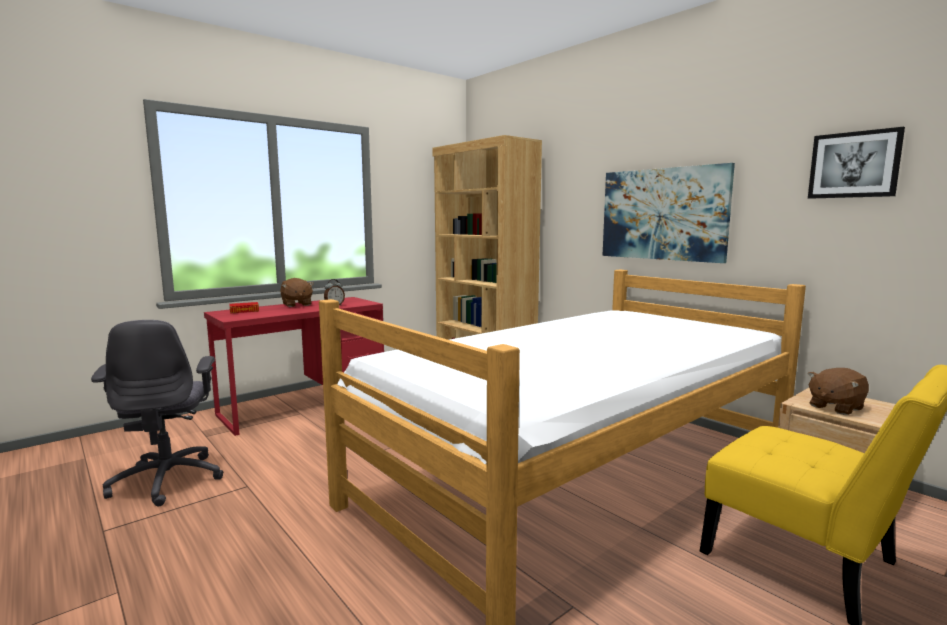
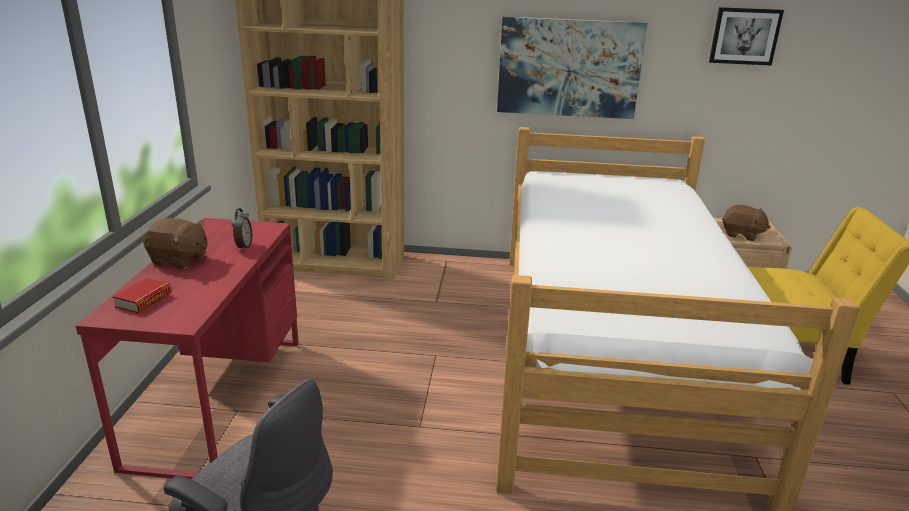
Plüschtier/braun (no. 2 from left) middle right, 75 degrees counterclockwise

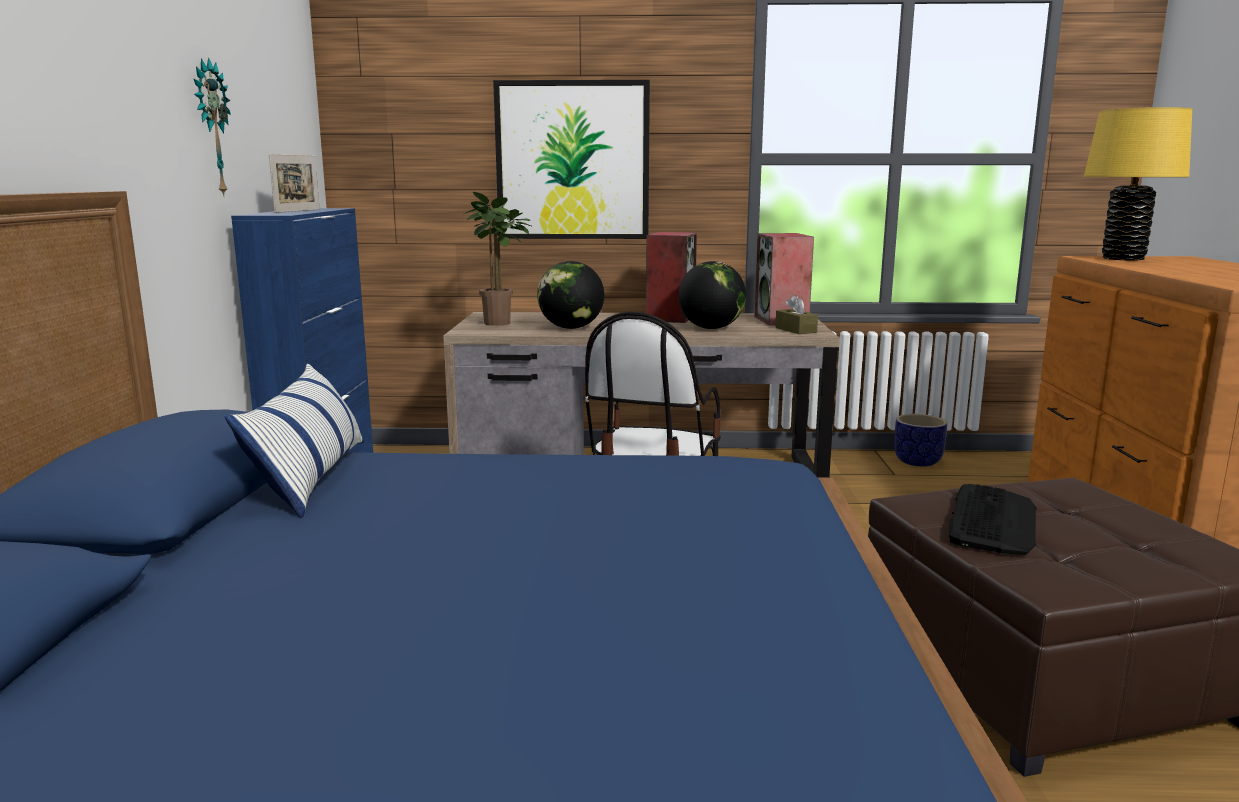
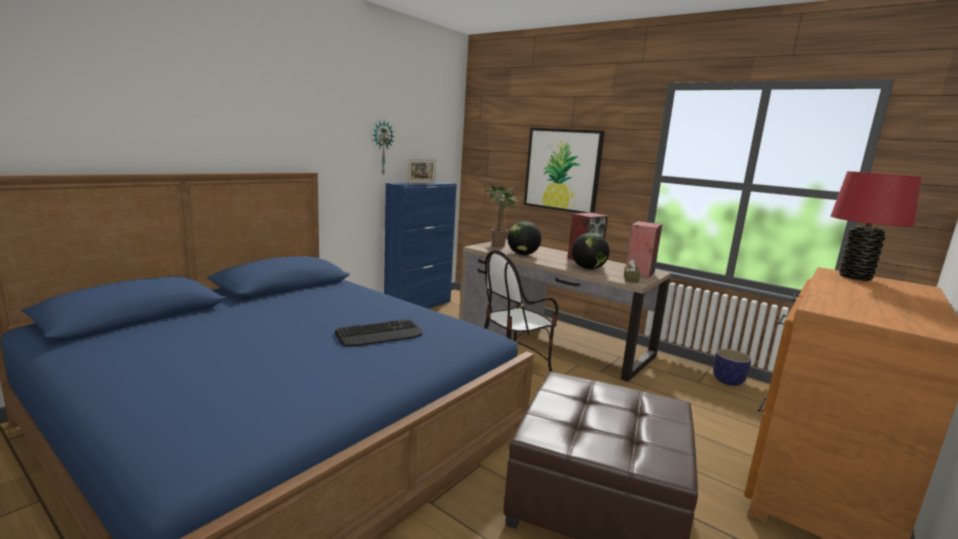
Tischlampe/gelb top right => Tischlampe/rot middle right
Kissen middle left => nothing
Tastatur middle right => Tastatur centre, shifted

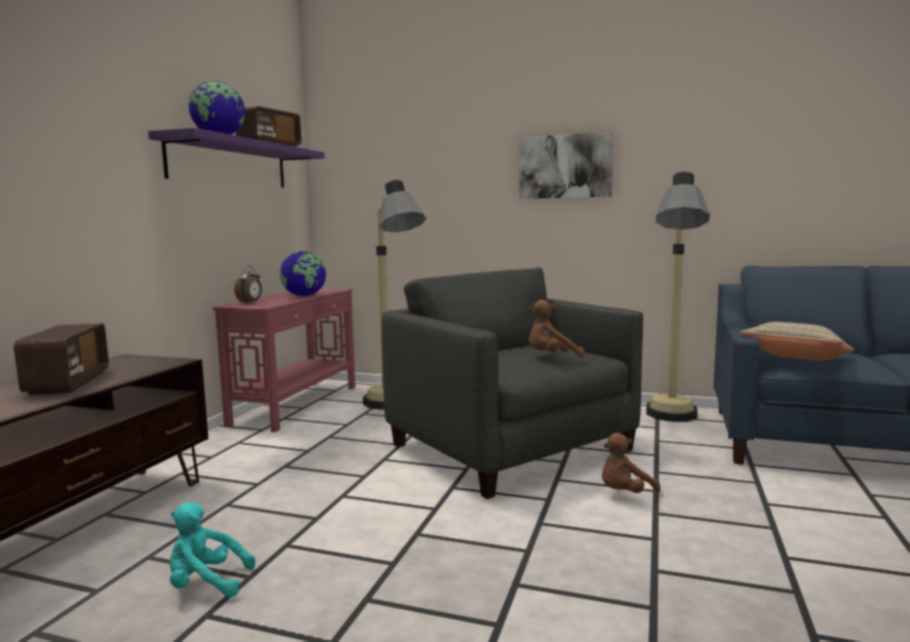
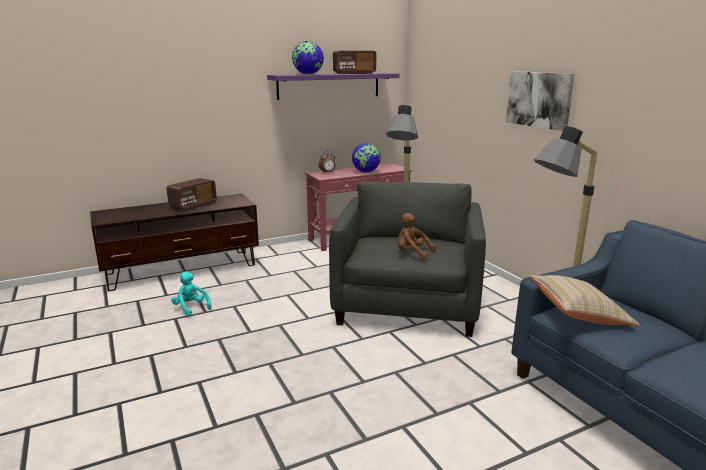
Plüschtier/braun (no. 2 from left) bottom right => nothing

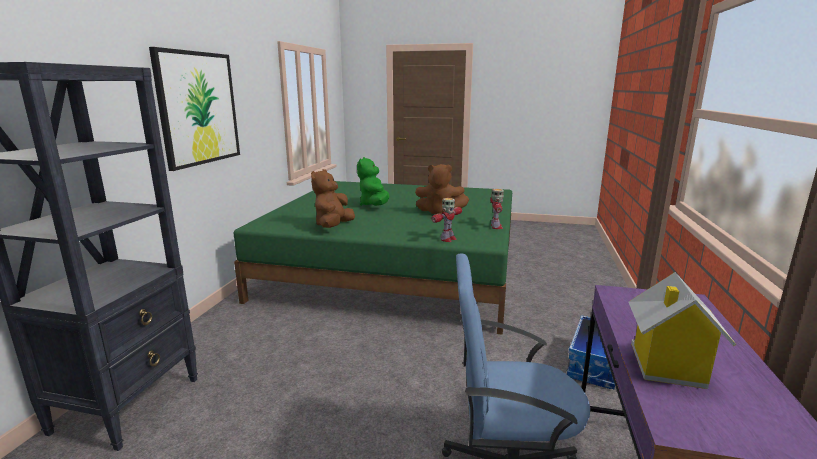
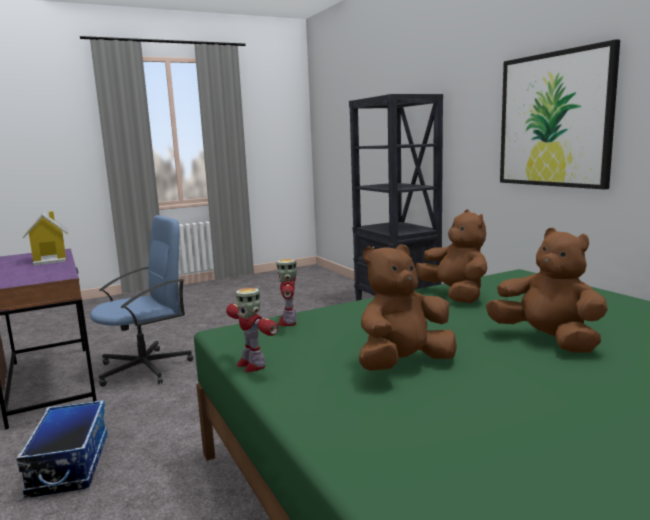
Plüschtier/grün centre => Plüschtier/braun (no. 3 from left) middle right

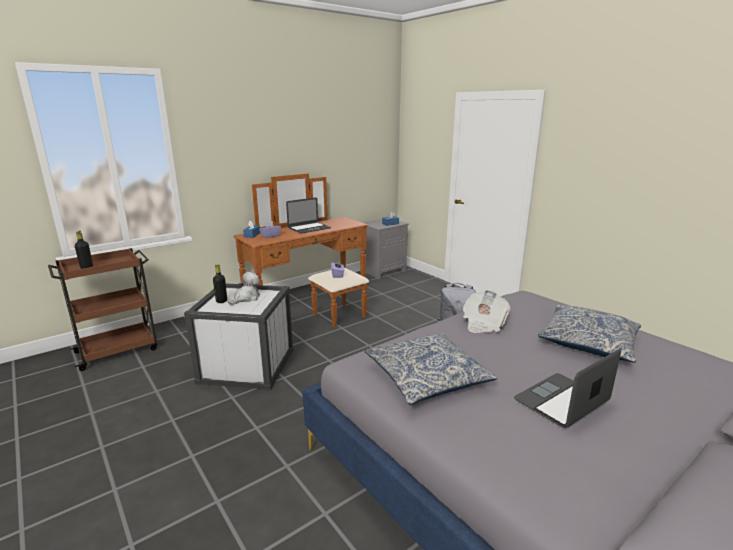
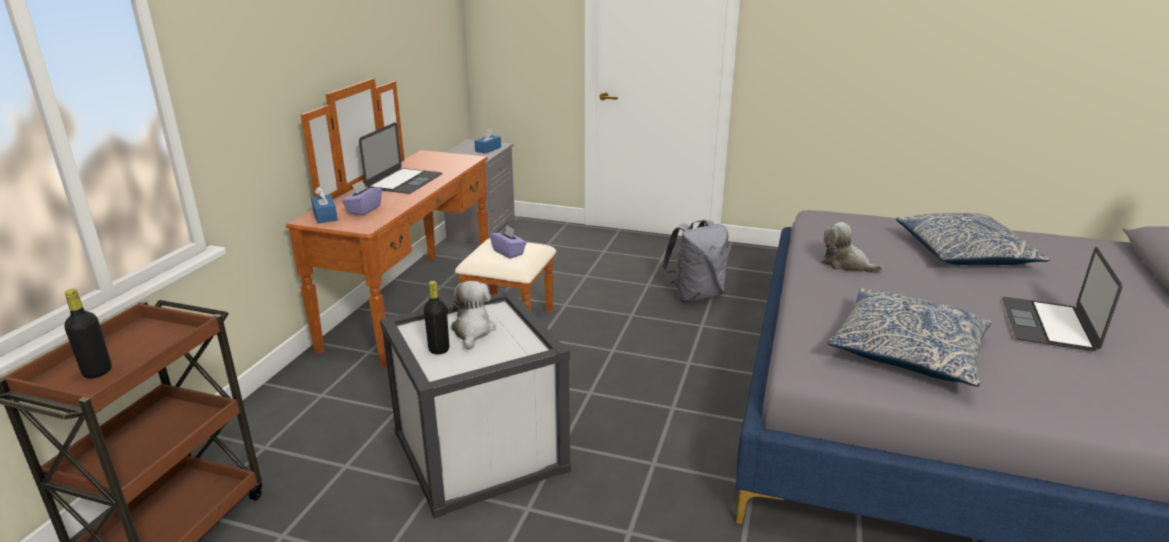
Zeitung centre => Plüschtier (no. 2 from left) middle right

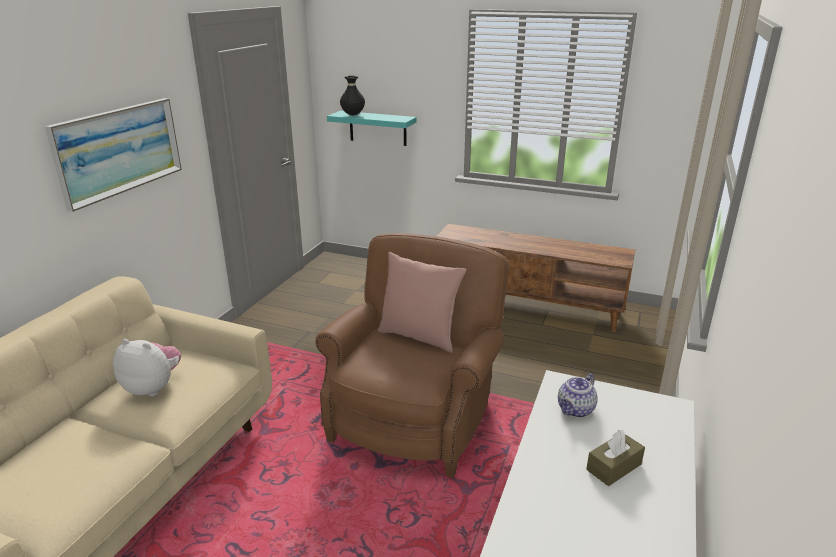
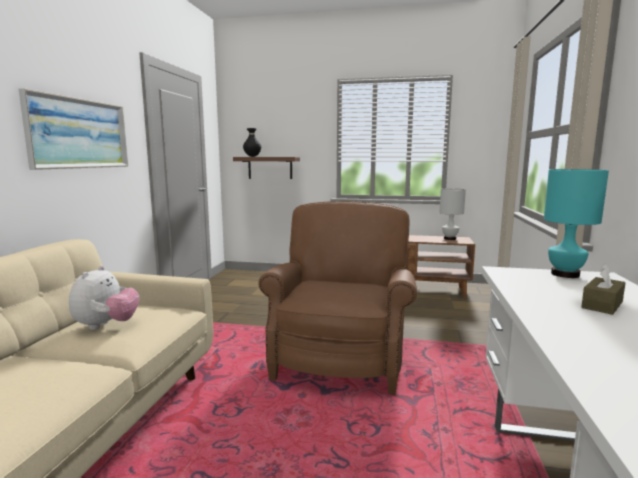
Wandregal/türkis top centre => Wandregal/braun centre
Kissen/rosa centre => nothing
Plüschtier middle left, 90 degrees clockwise
Teekanne bottom right => nothing
nothing => Tischlampe/türkis middle right
nothing => Tischlampe/weiß middle right

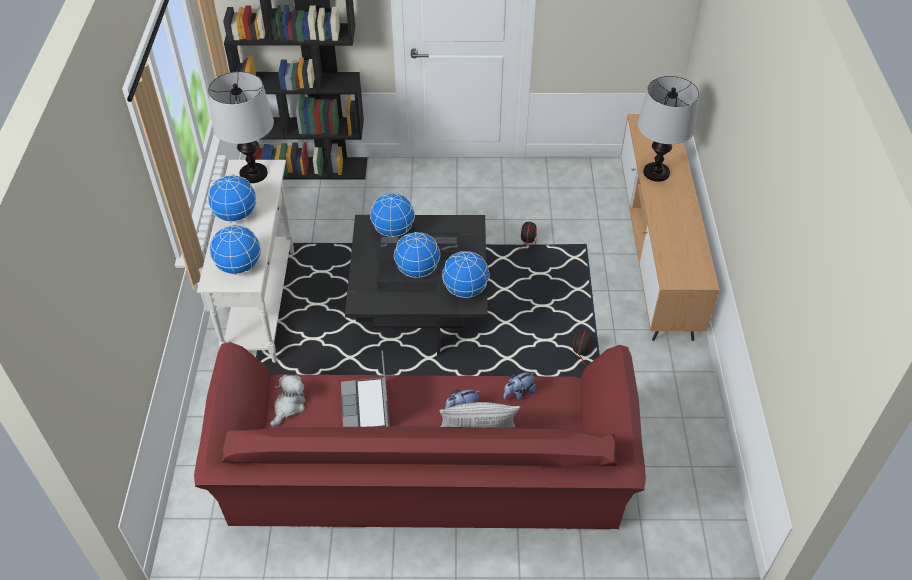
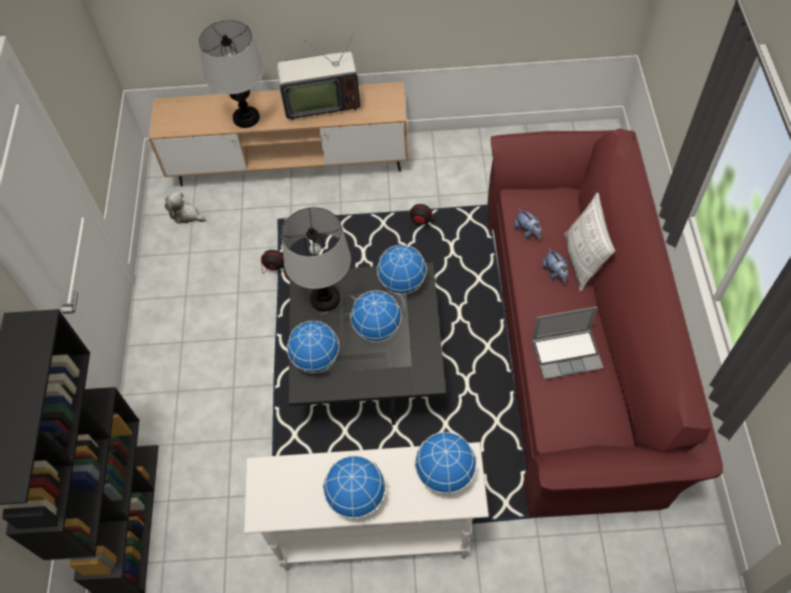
Tischlampe (no. 1 from left in the first image) top left => Tischlampe (no. 2 from left) centre, shifted
Plüschtier (no. 1 from left) bottom left => Plüschtier (no. 1 from left) middle left, shifted
nothing => Fernseher top centre

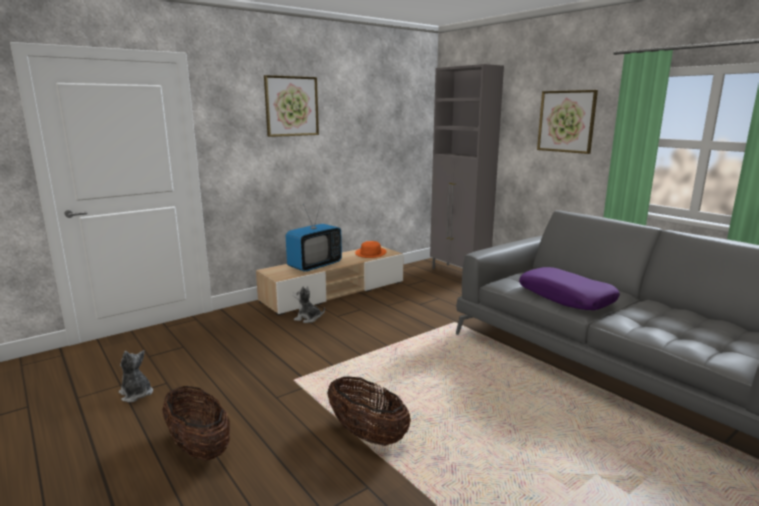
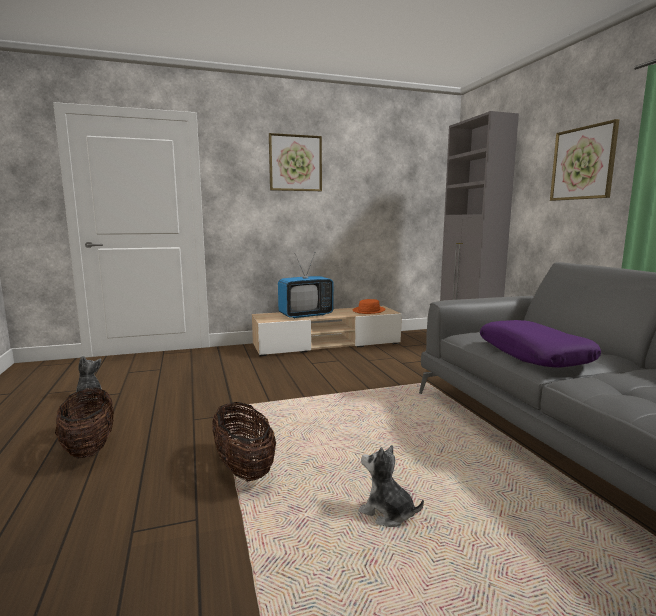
Plüschtier (no. 2 from left) centre => Plüschtier (no. 2 from left) bottom centre, shifted

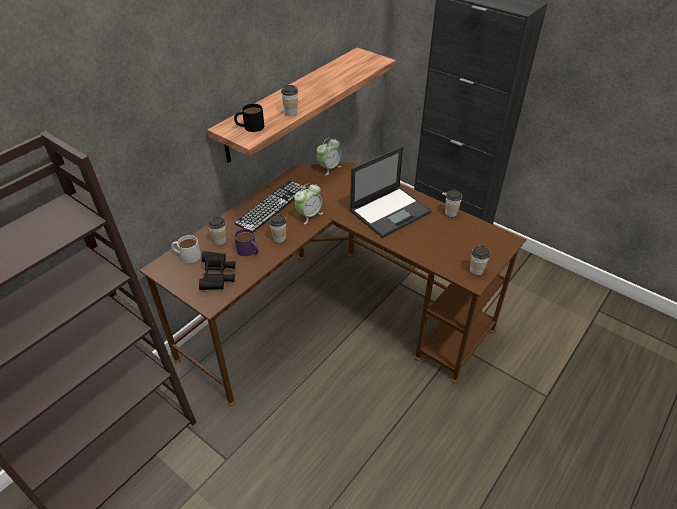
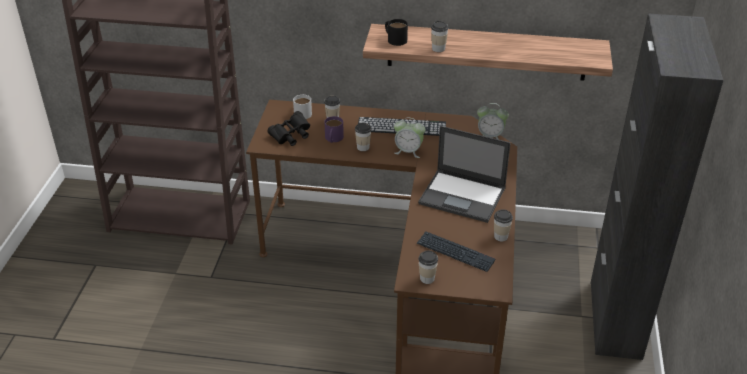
nothing => Tastatur (no. 2 from left) bottom centre

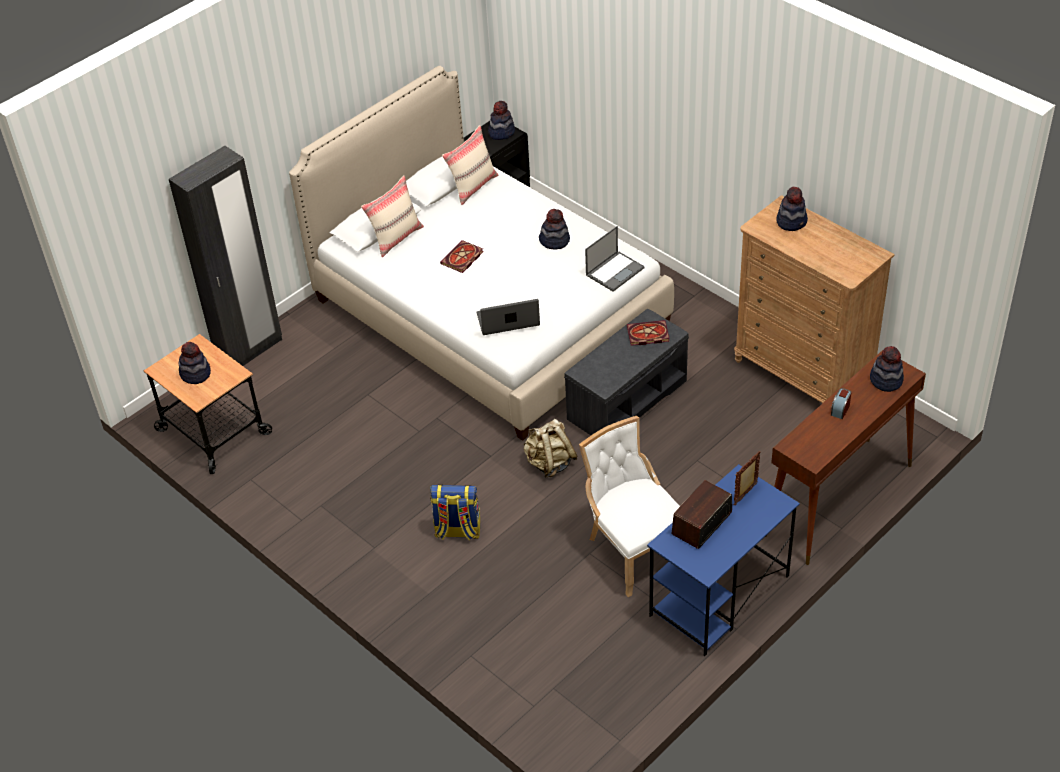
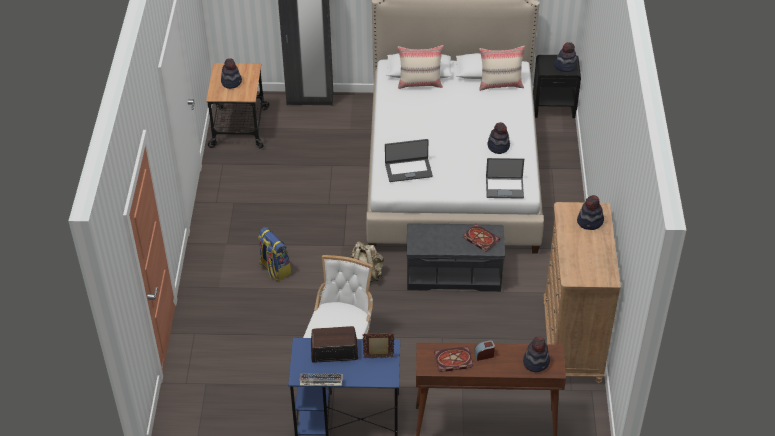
Buch (no. 1 from left) top centre => Buch (no. 1 from left) bottom centre, shifted
Laptop (no. 1 from left) centre, 135 degrees clockwise
nothing => Tastatur bottom centre

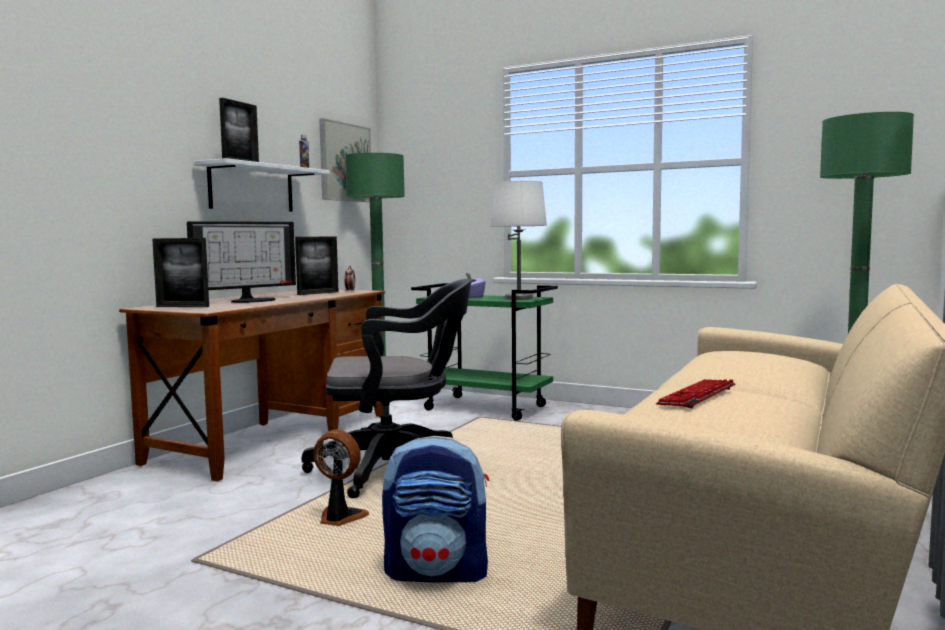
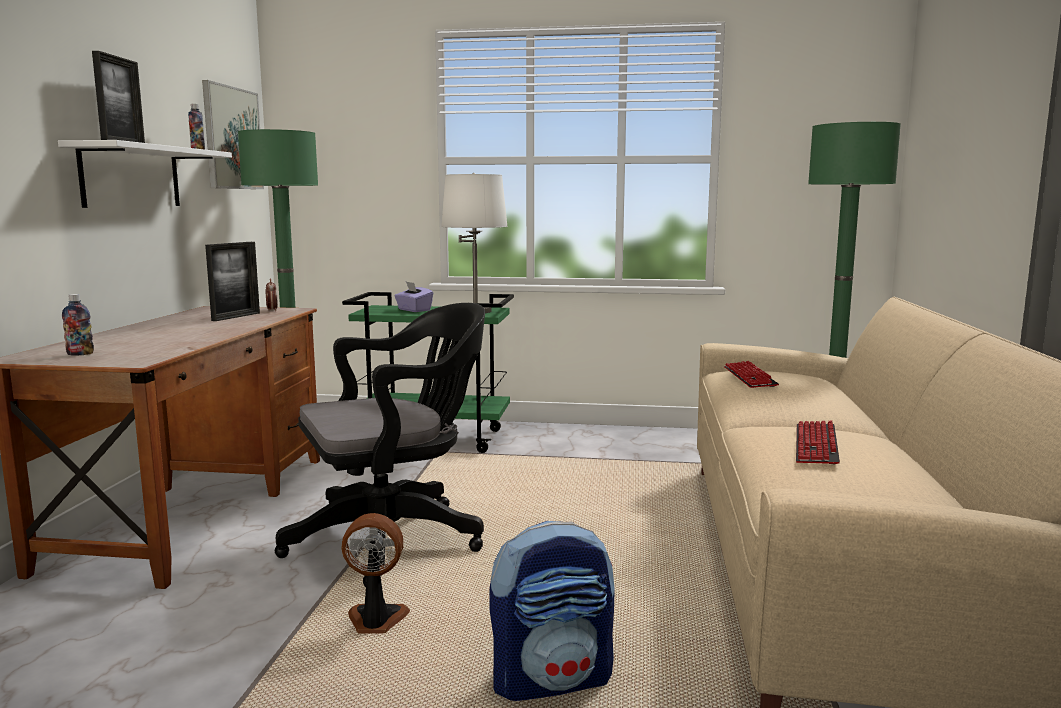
Monitor middle left => nothing
Bilderrahmen (no. 1 from left) middle left => Flasche (no. 1 from left) middle left
nothing => Tastatur (no. 1 from left) middle right

